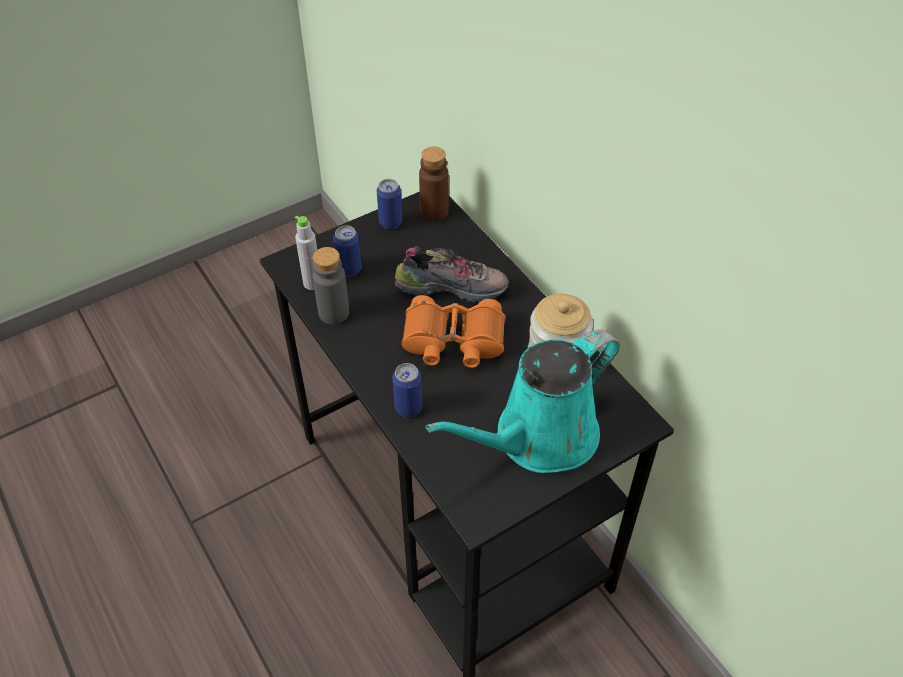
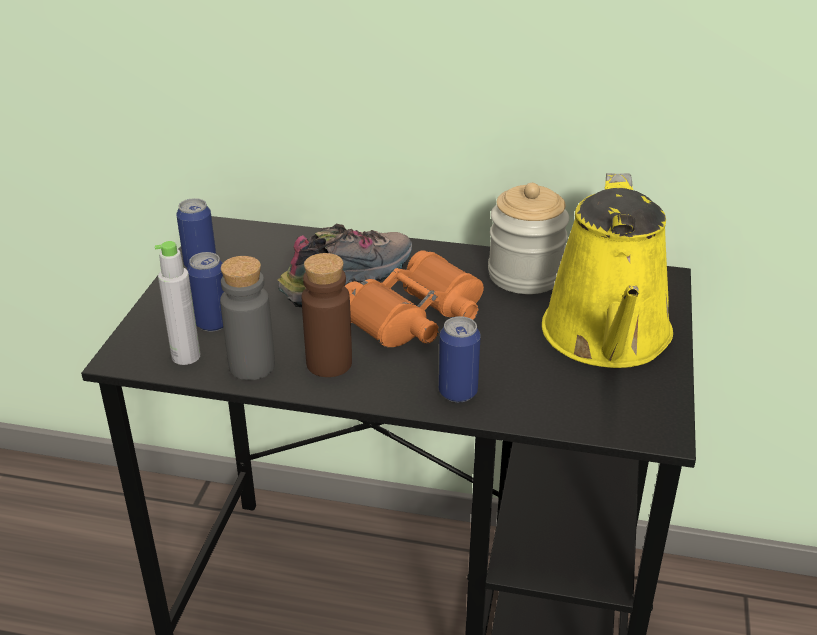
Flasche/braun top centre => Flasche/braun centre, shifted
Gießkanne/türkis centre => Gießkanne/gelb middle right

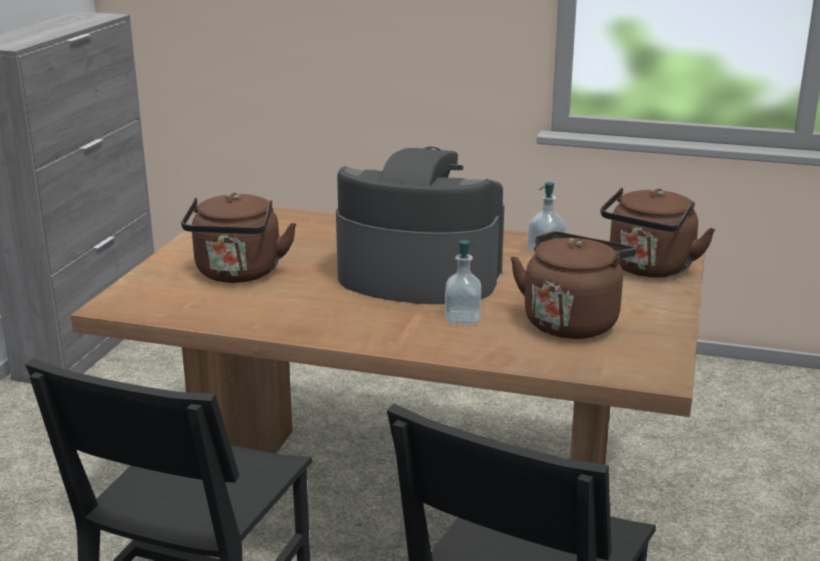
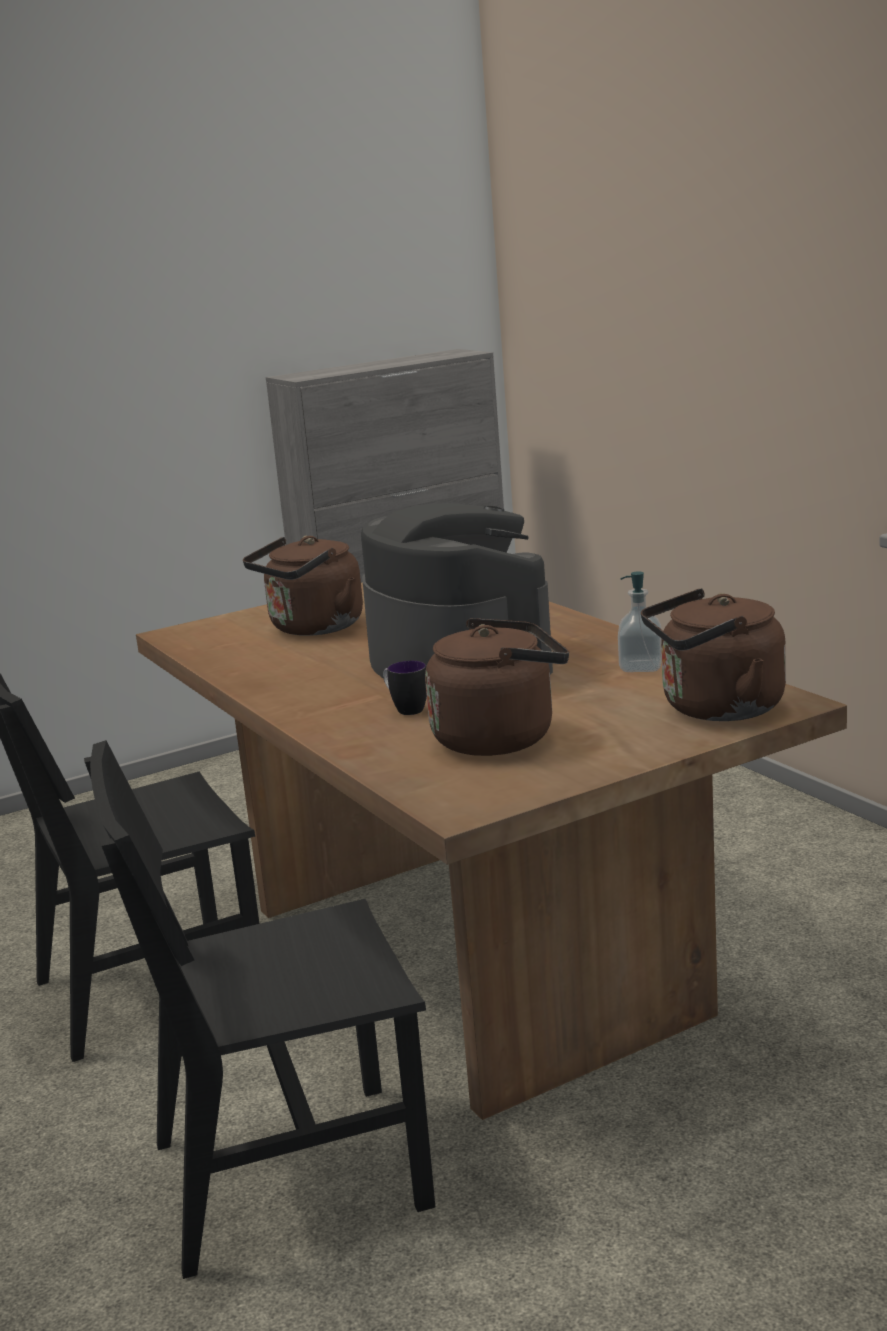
Seifenspender (no. 1 from left) centre => Henkelbecher centre

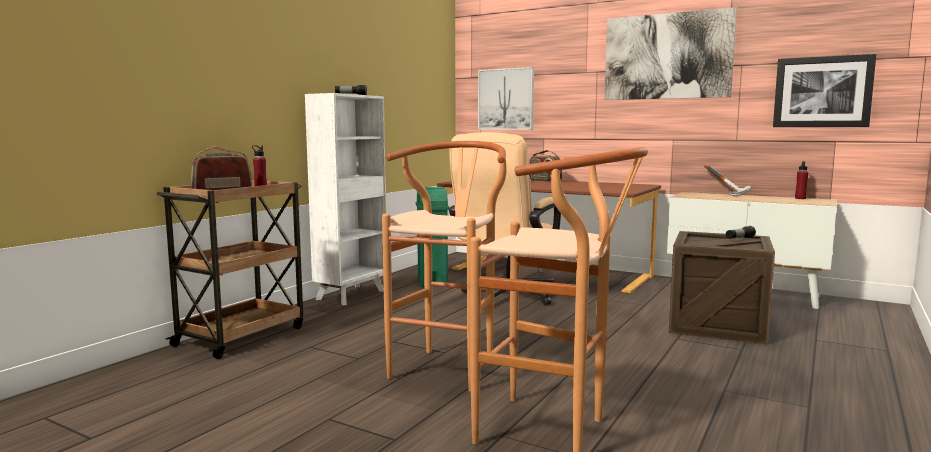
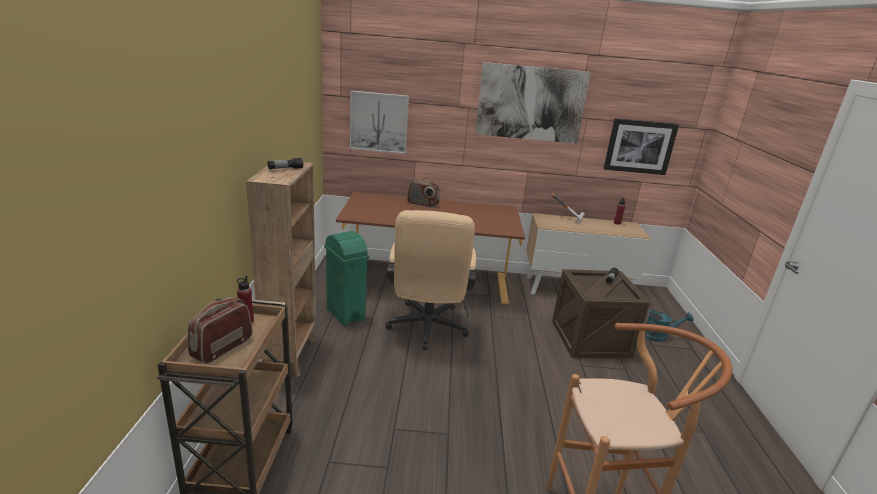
Bücherregal/weiß centre => Bücherregal/braun middle left
Hocker/braun (no. 1 from left) centre => nothing
nothing => Gießkanne/türkis middle right

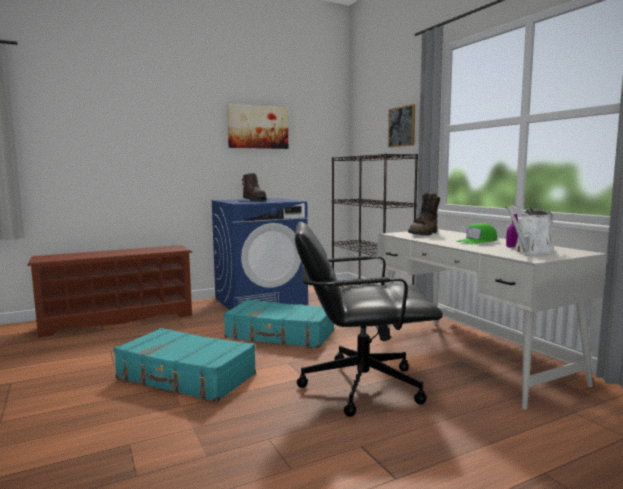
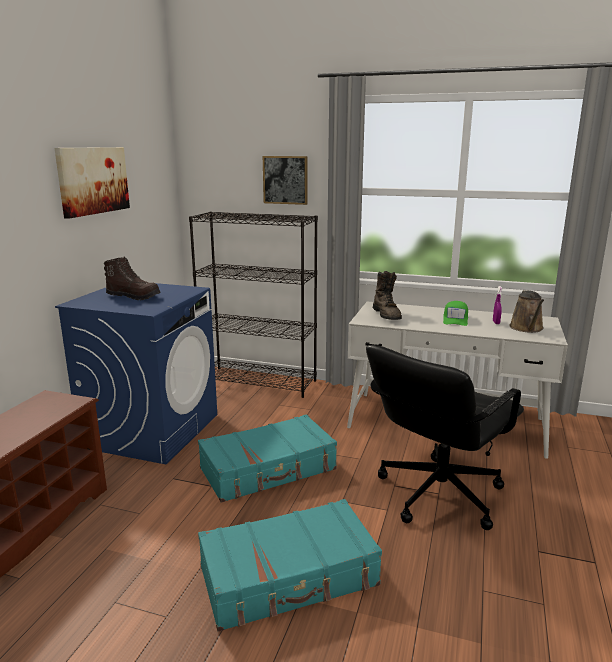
Gießkanne/weiß middle right => Gießkanne/braun middle right

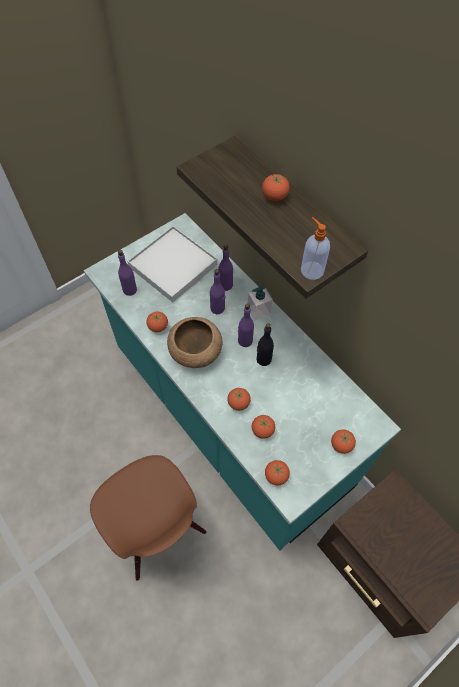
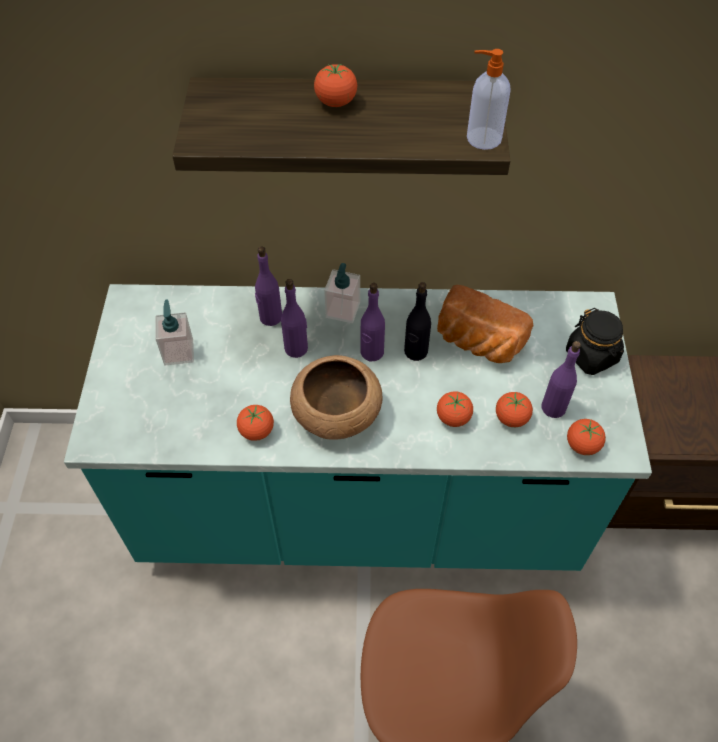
Tablett/weiß centre => Seifenspender (no. 1 from left) middle left
Flasche/lila (no. 1 from left in the first image) middle left => Flasche/lila (no. 4 from left) middle right, shifted
Tomate (no. 6 from left) middle right => Vorratsglas/schwarz middle right
nothing => Brot middle right

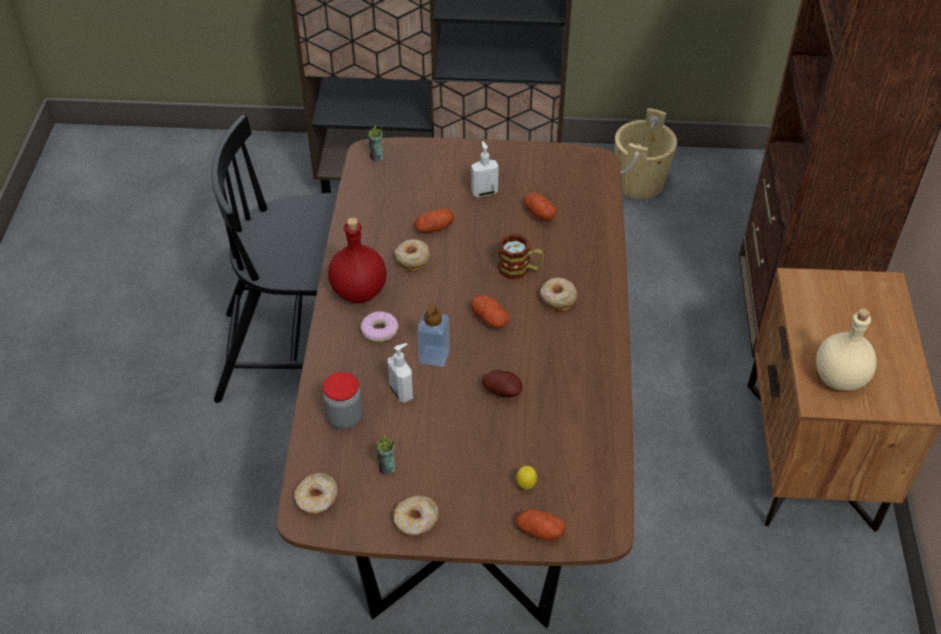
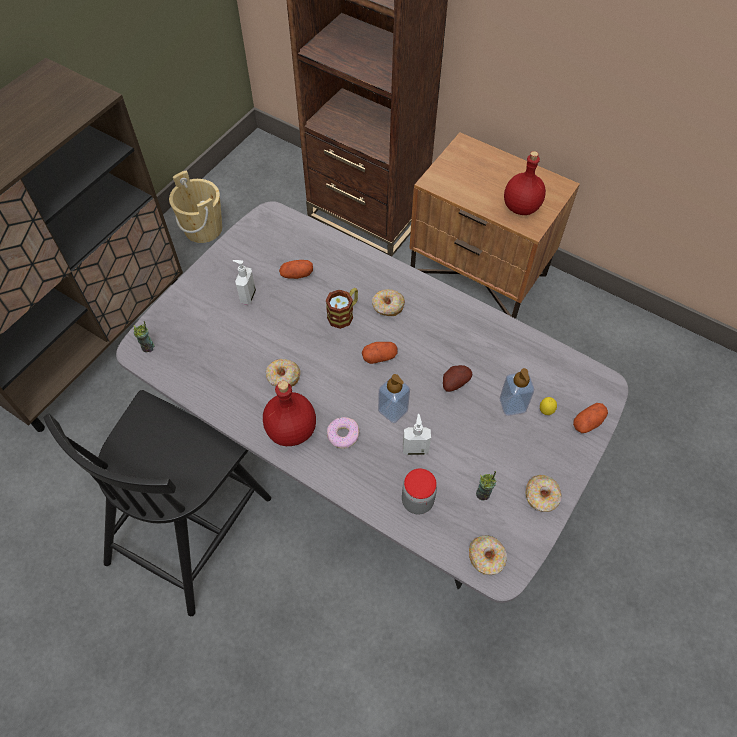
Esstisch/braun centre => Esstisch/grau centre
Kartoffel (no. 1 from left) centre => nothing
Flasche/beige middle right => Flasche/rot (no. 2 from left) top right
nothing => Seifenspender (no. 4 from left) middle right

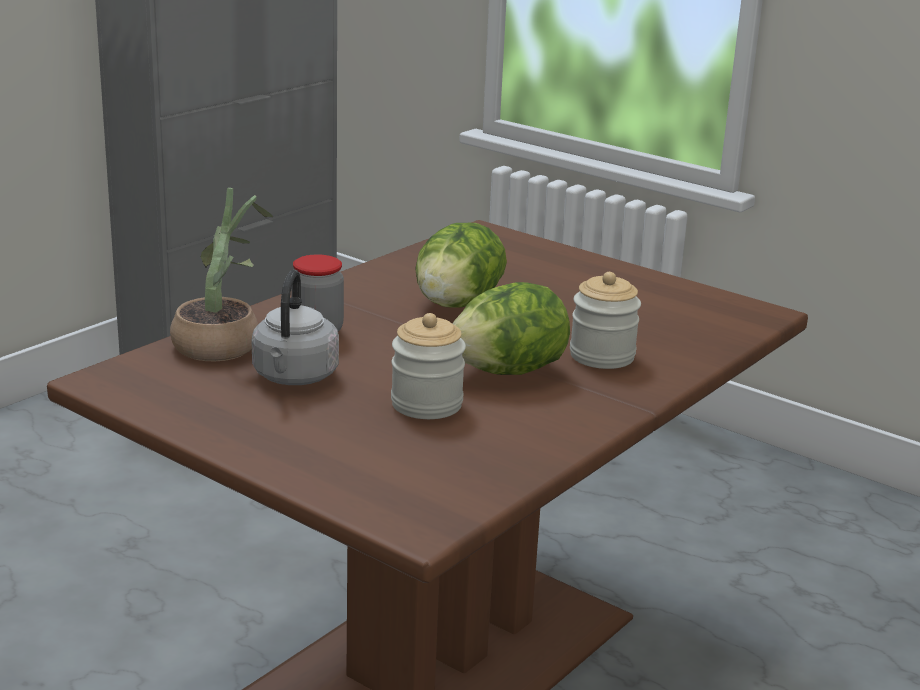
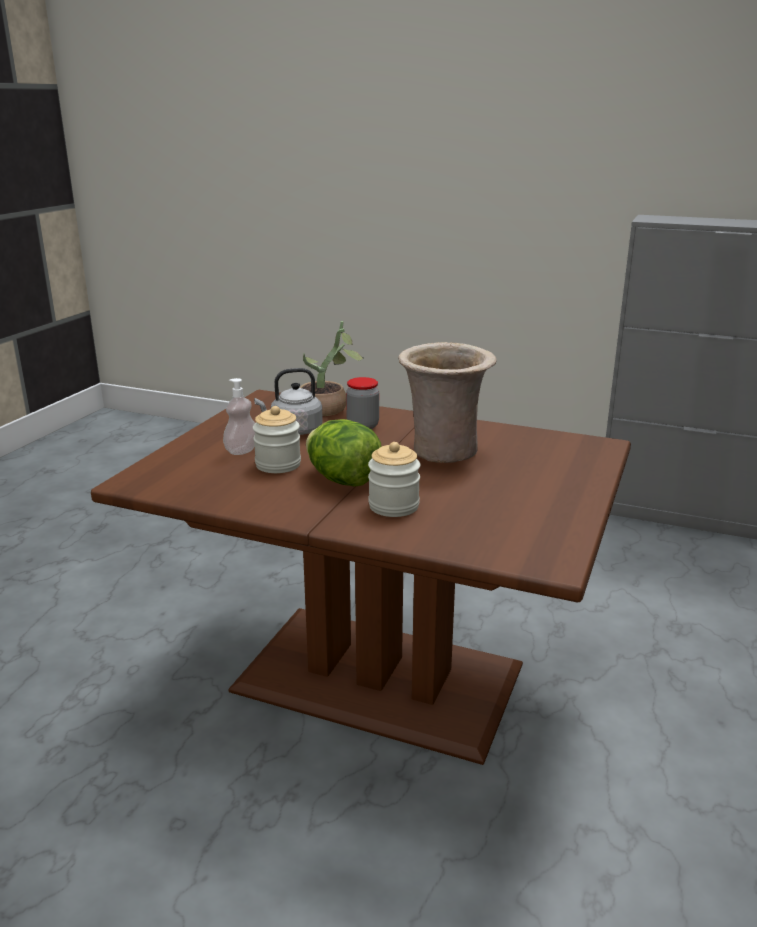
Salatkopf (no. 1 from left) centre => Vase/beige centre
nothing => Seifenspender middle left

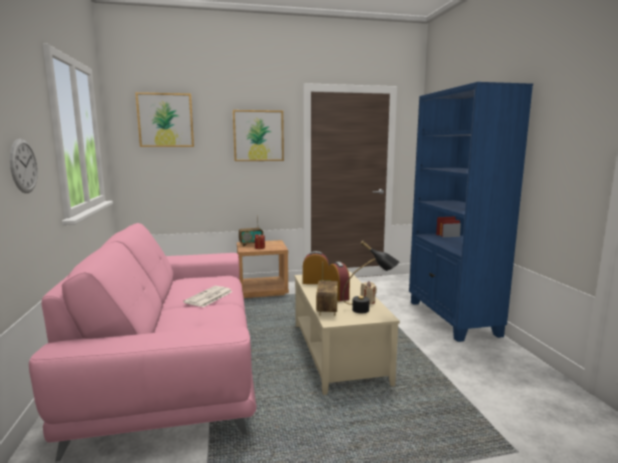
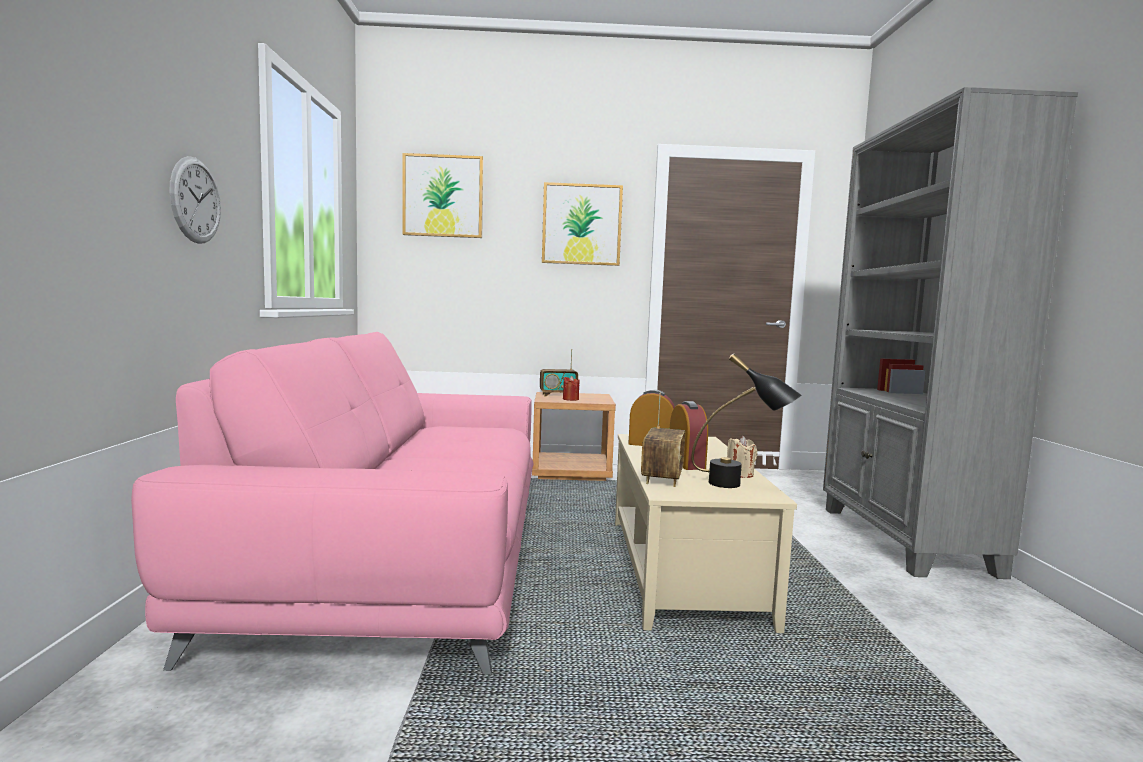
Bücherregal/blau middle right => Bücherregal/grau middle right
Zeitung centre => nothing

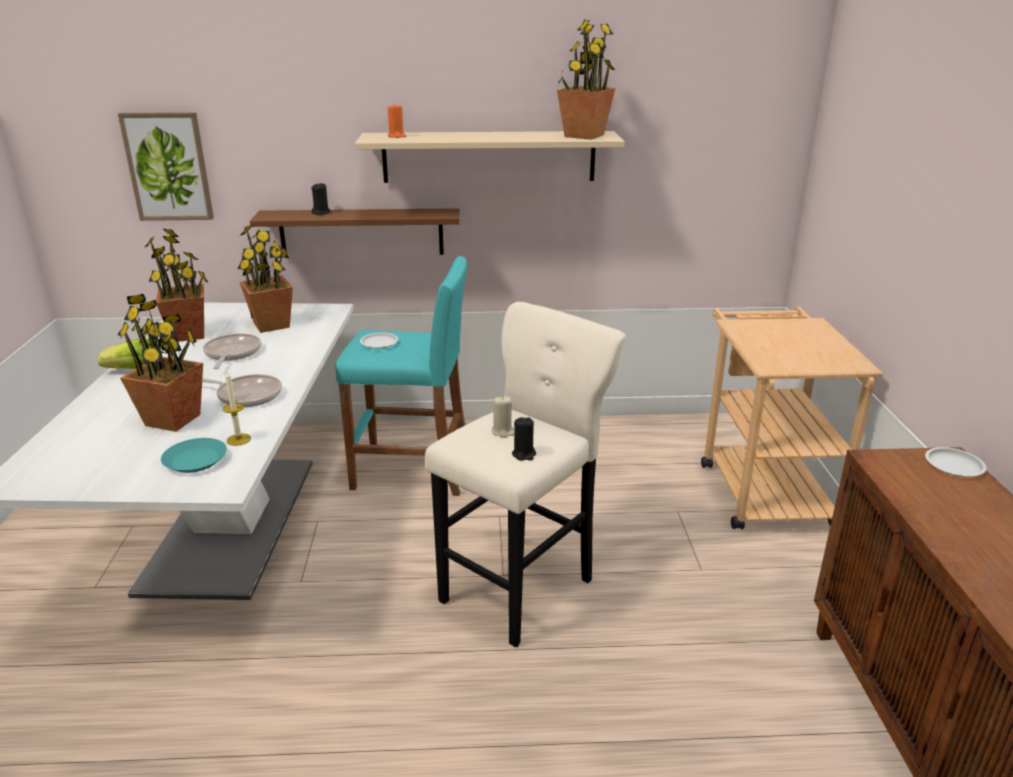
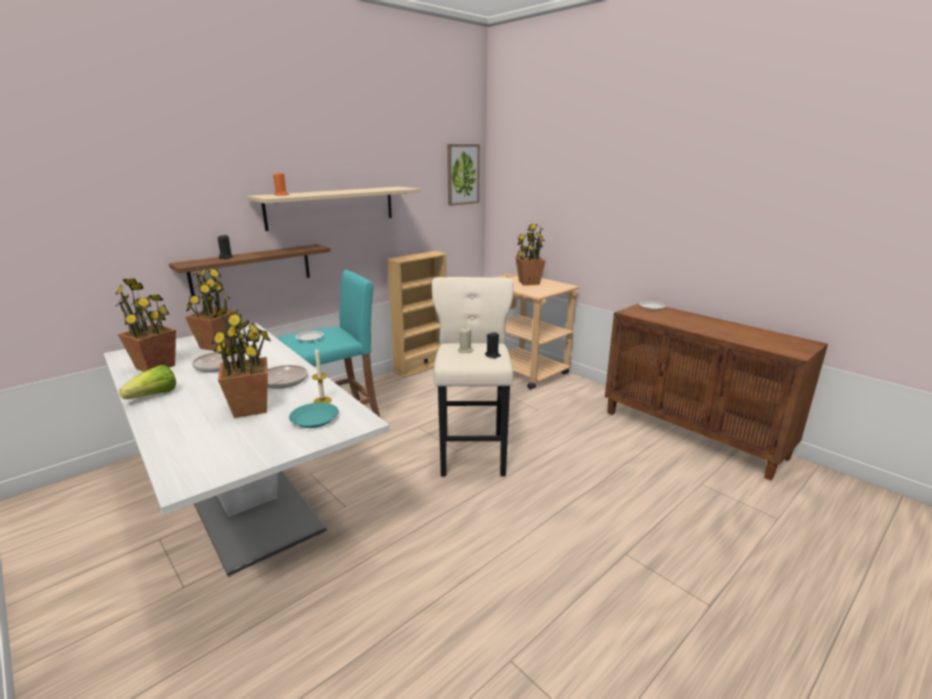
Topfpflanze (no. 4 from left) top centre => Topfpflanze (no. 4 from left) centre, shifted
Bild top left => Bild top centre, shifted
nothing => Bücherregal/beige centre

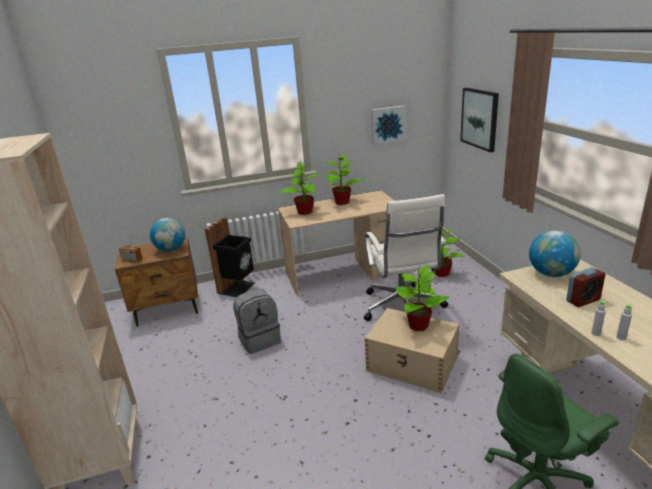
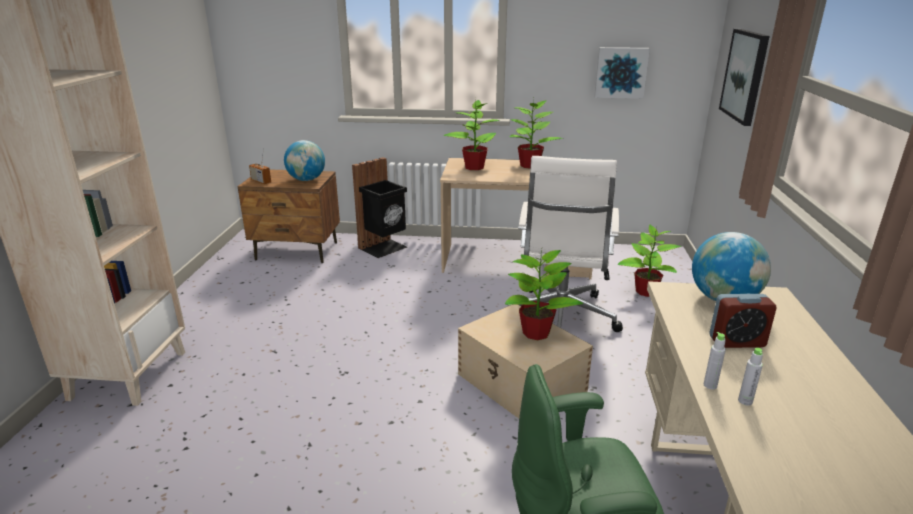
Rucksack/grau centre => nothing

